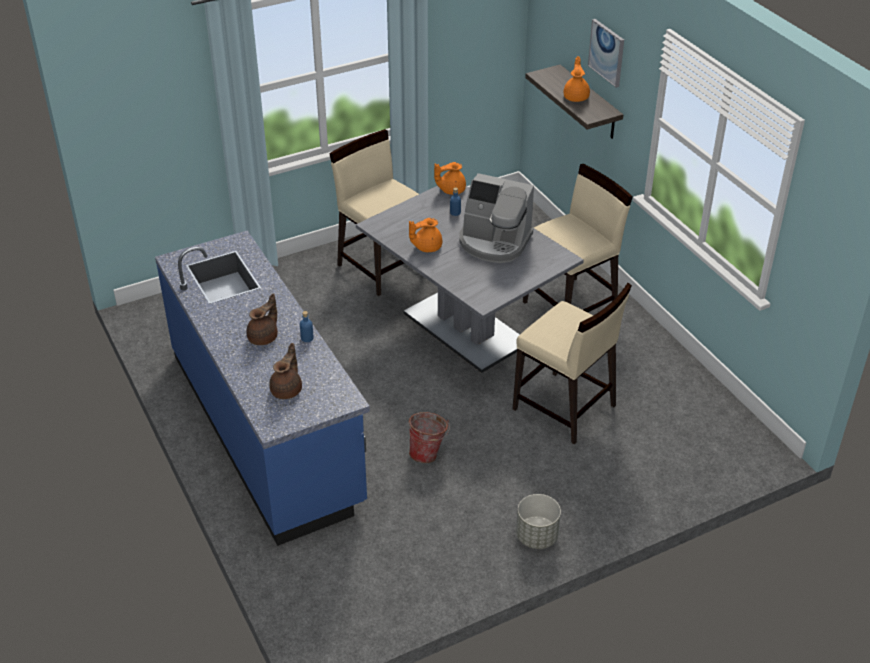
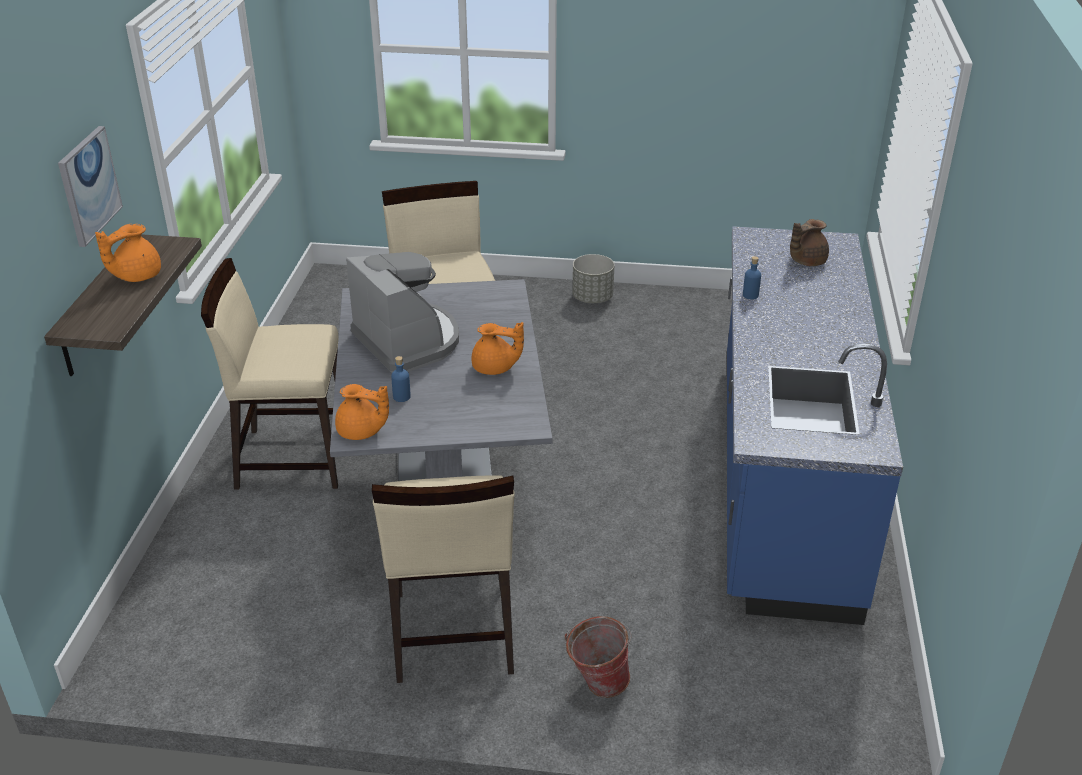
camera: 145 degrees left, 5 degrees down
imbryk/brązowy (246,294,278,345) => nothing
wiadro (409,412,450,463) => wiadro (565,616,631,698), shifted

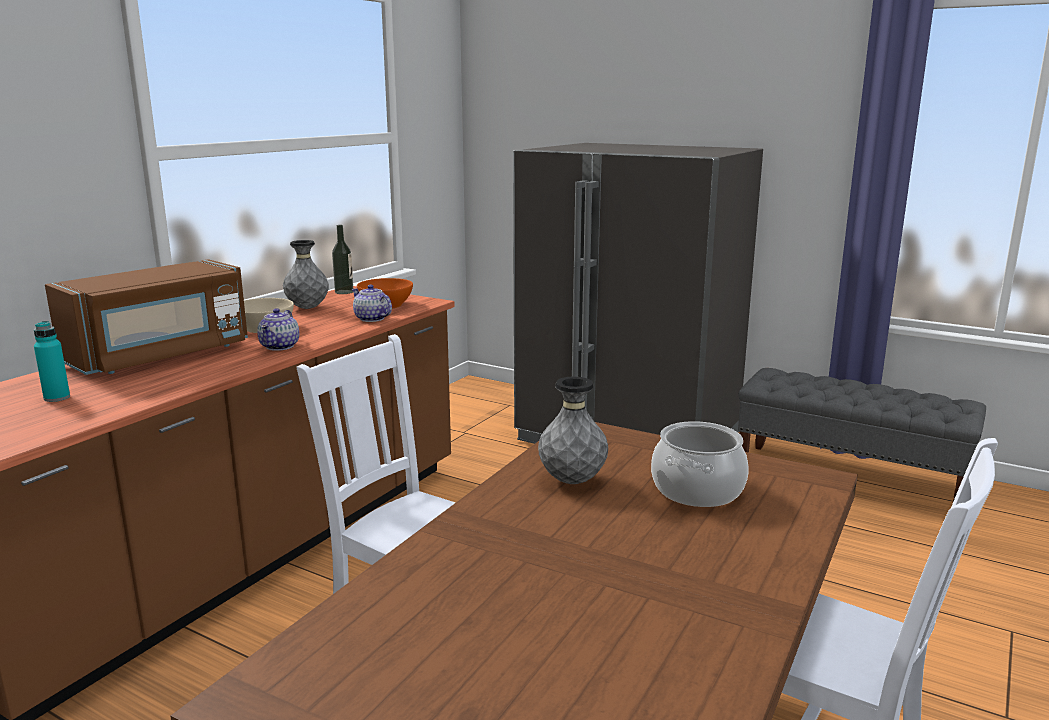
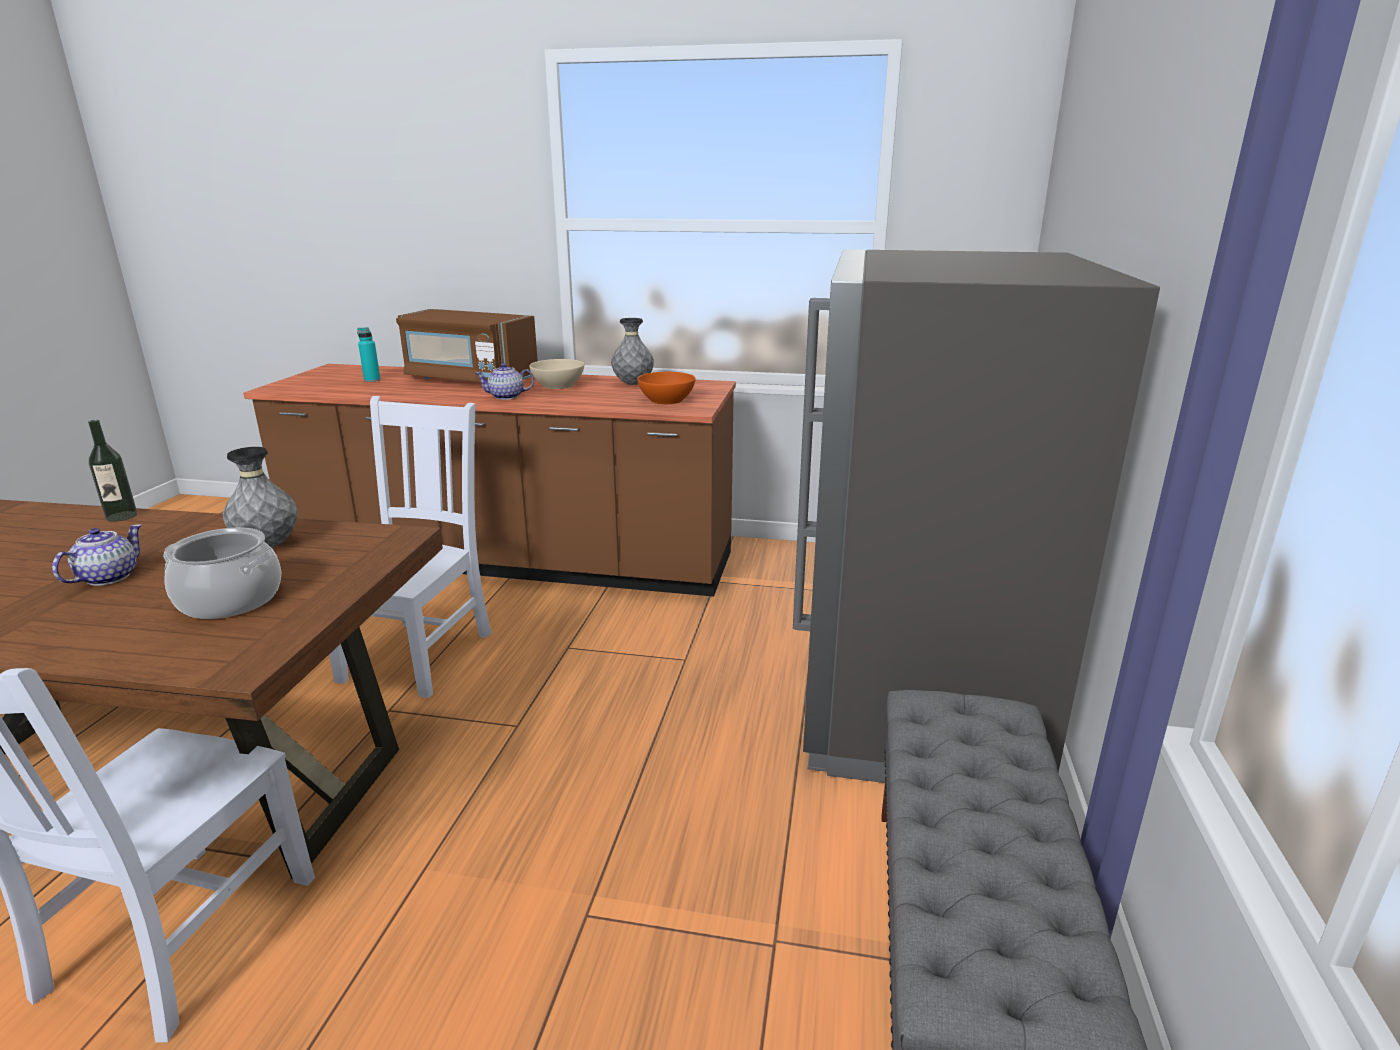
camera: 70 degrees right, 5 degrees up
butelka (332,225,353,294) => butelka (88,420,137,522), shifted
imbryk (352,285,392,322) => imbryk (52,524,142,586), shifted

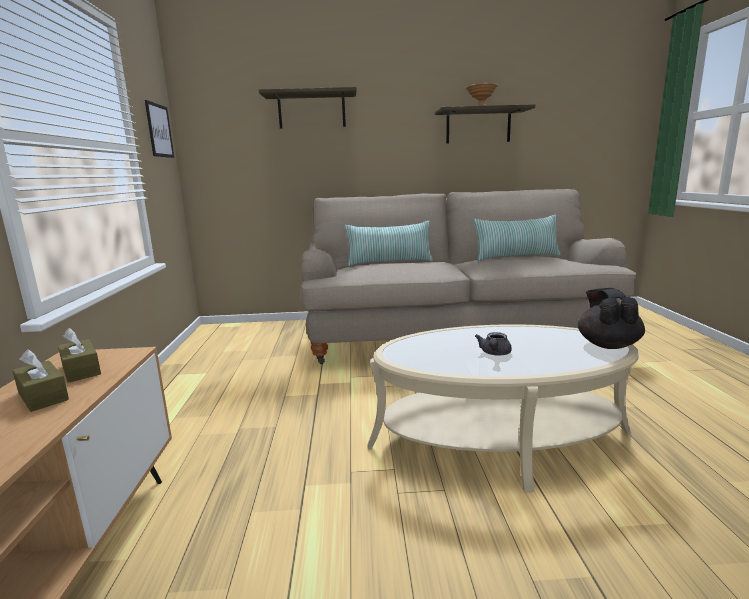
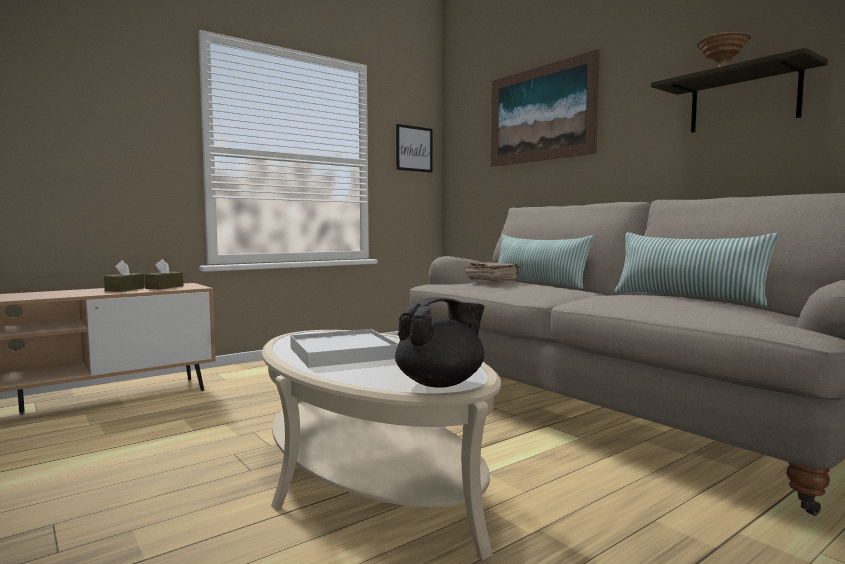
camera: 55 degrees right, 10 degrees down
półka (259,87,357,129) => obraz (491,49,600,167)
imbryk/szary (475,332,512,356) => taca/biały (290,329,398,368)
nothing => książka/brązowy (466,262,520,281)

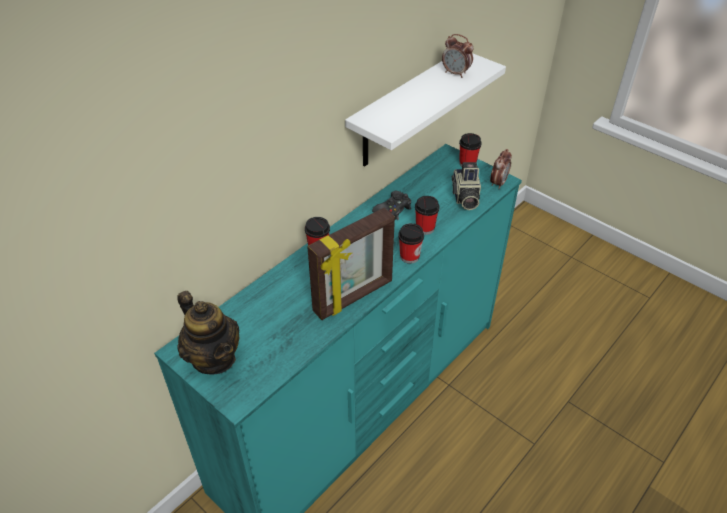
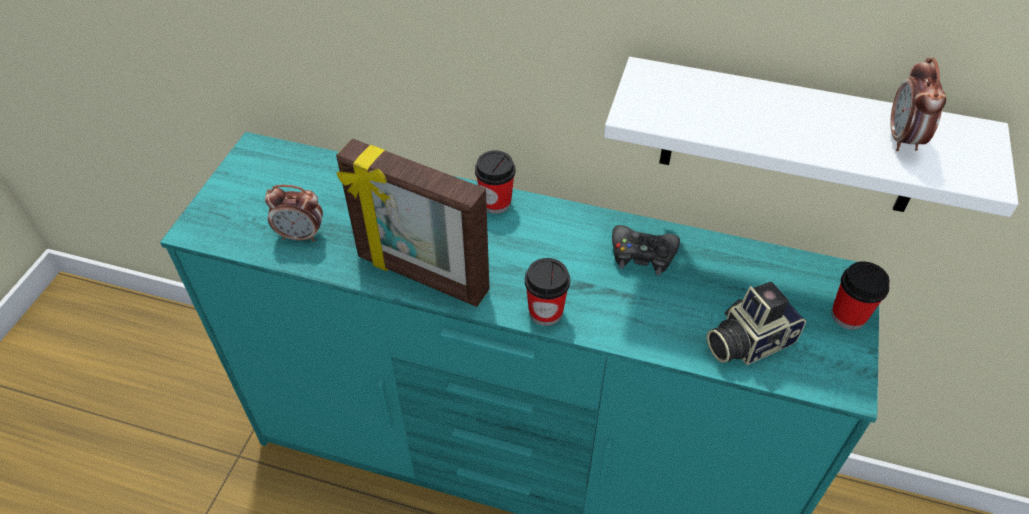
camera: 65 degrees right, 5 degrees up
budzik (490,149,512,189) => budzik (265,185,323,242), shifted
filiżanka (415,196,439,235) => nothing
imbryk (177,291,240,375) => nothing

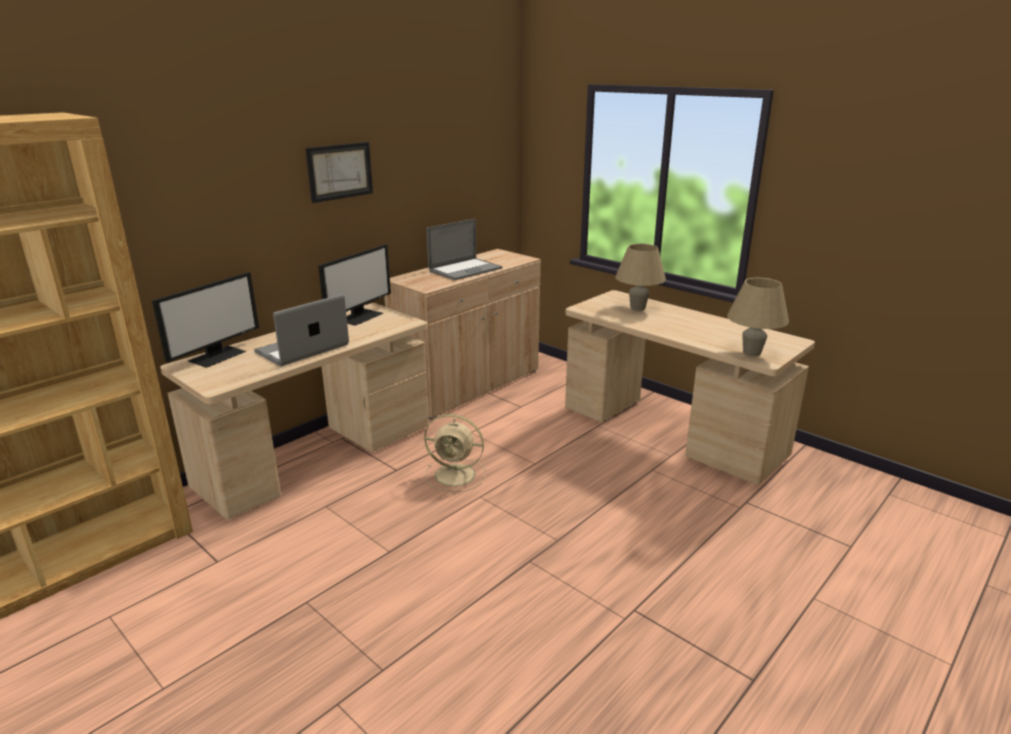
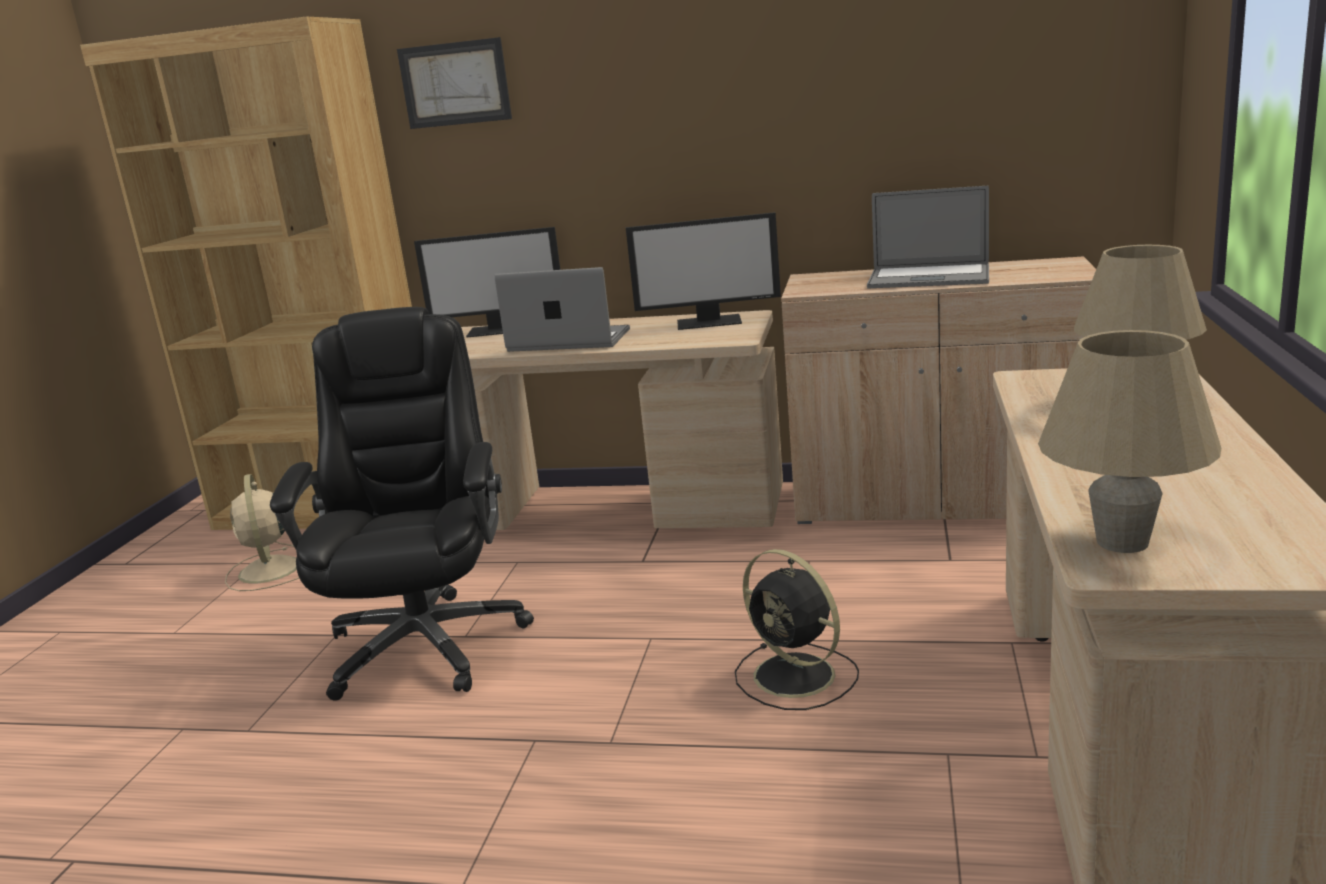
camera: 60 degrees right, 5 degrees down
obraz (305,142,373,203) => obraz (397,37,512,129), shifted
wentylator/beżowy (424,414,486,492) => wentylator/beżowy (225,474,299,591), shifted
nothing => krzesło biurowe/czarny (270,307,534,701)
nothing => wentylator/czarny (735,549,859,710)

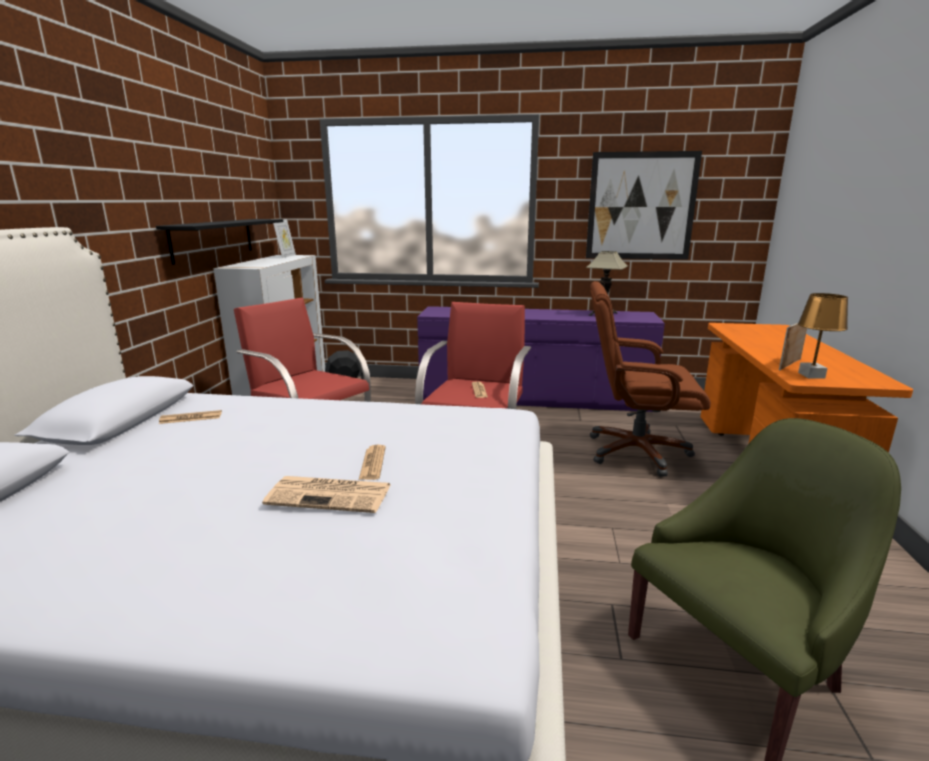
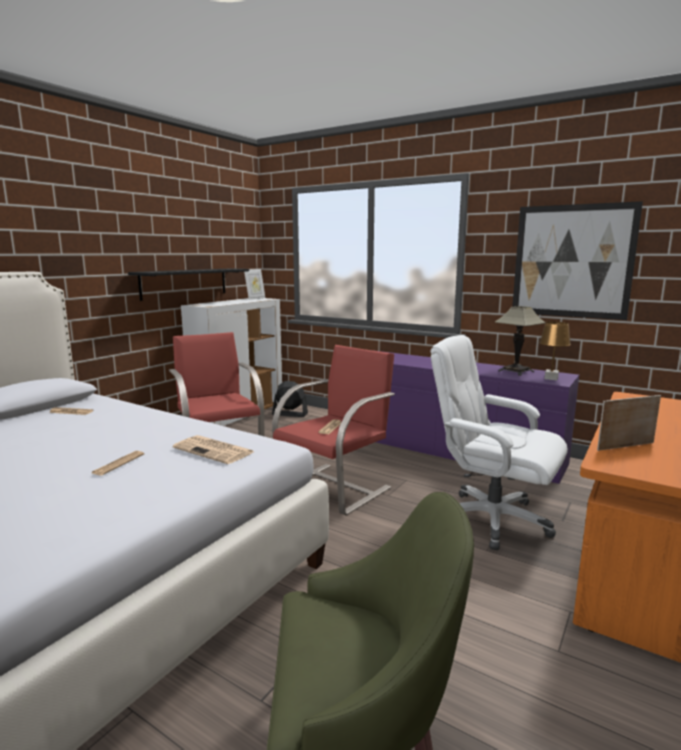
camera: 25 degrees right, 5 degrees down
krzesło biurowe/brązowy (590,281,711,477) => krzesło biurowe/biały (430,335,568,550)
lampa stołowa/brązowy (798,293,848,379) => lampa stołowa/brązowy (539,322,571,381), shifted
gazeta (262,476,391,513) => gazeta (173,435,253,464), shifted

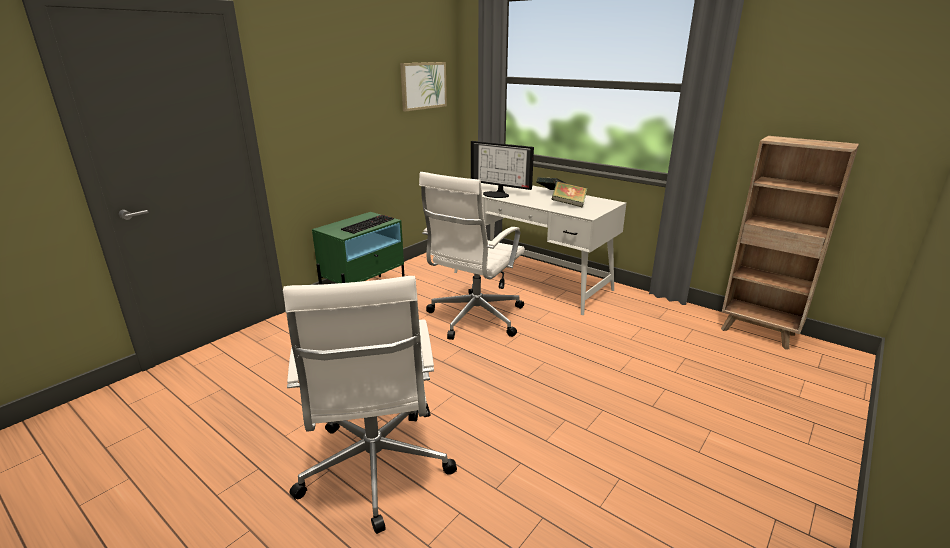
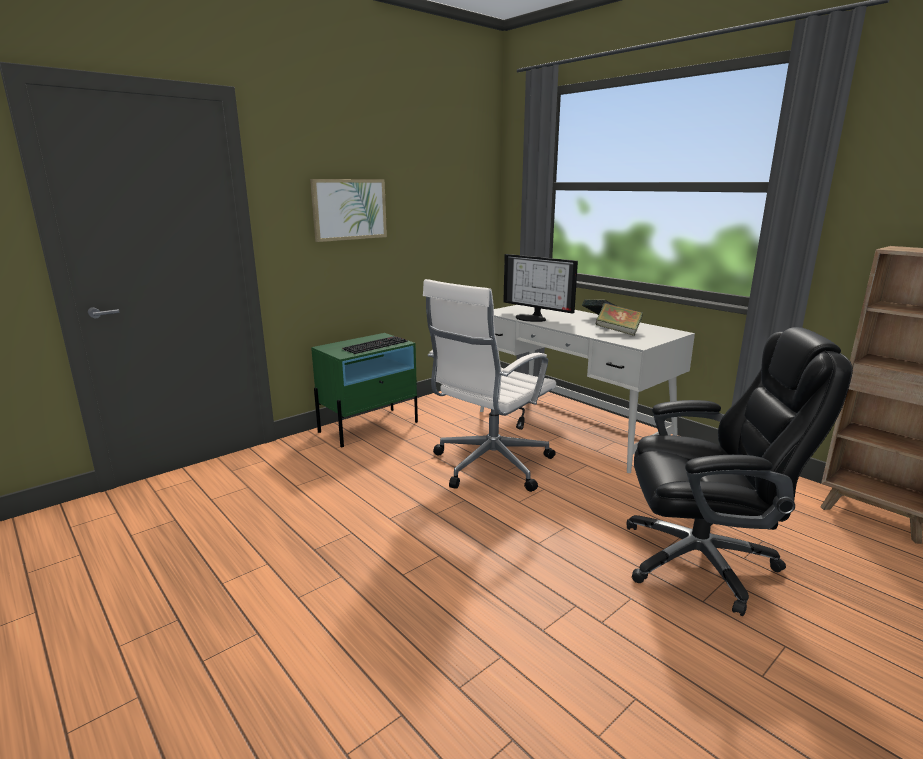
camera: 10 degrees right, 5 degrees down
obraz (400,62,447,111) => obraz (310,179,387,242), shifted
krzesło biurowe/biały (283,276,457,534) => nothing
nothing => krzesło biurowe/czarny (627,327,853,616)

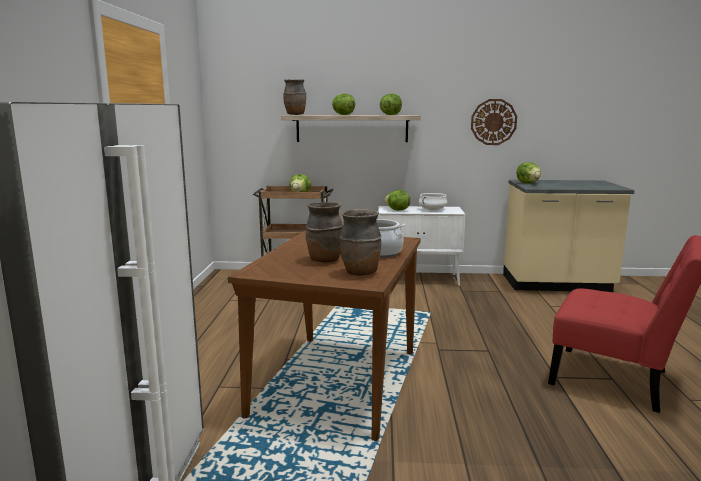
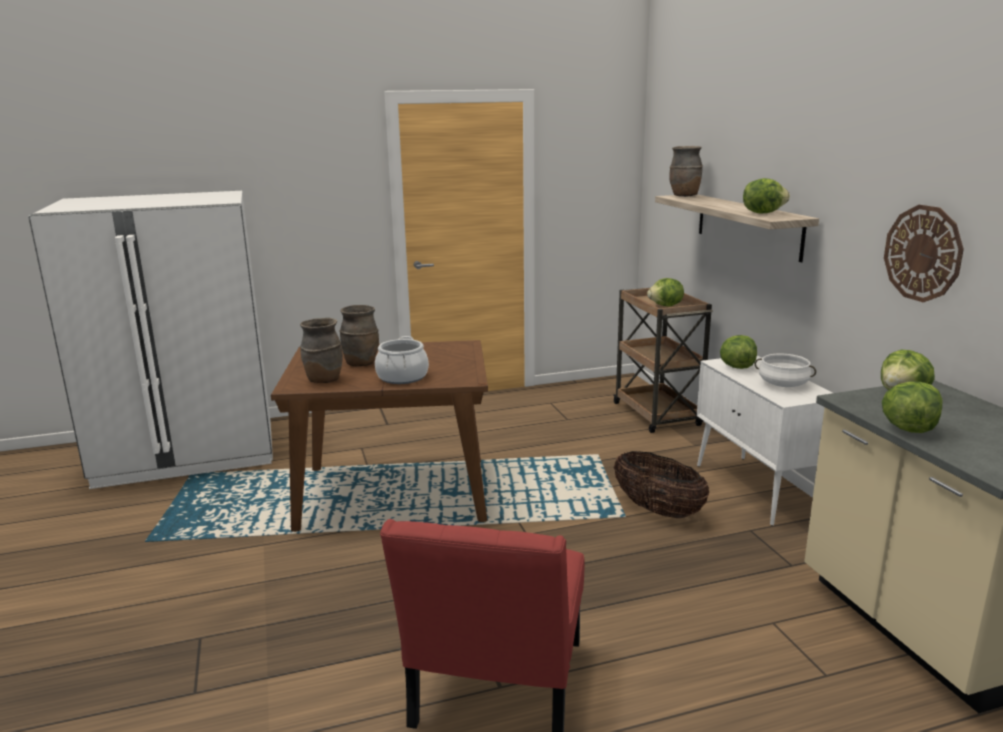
camera: 70 degrees right, 5 degrees up
sałata (332,94,355,115) => sałata (882,381,943,433), shifted
nothing => koszyk (614,451,709,518)

